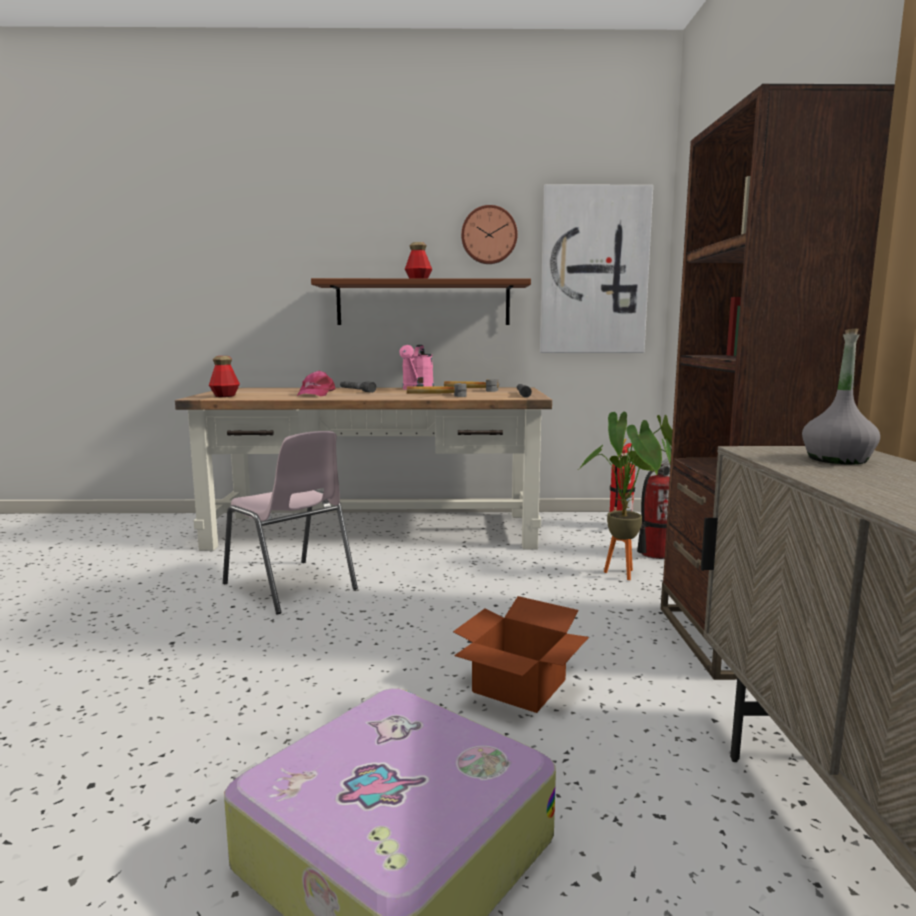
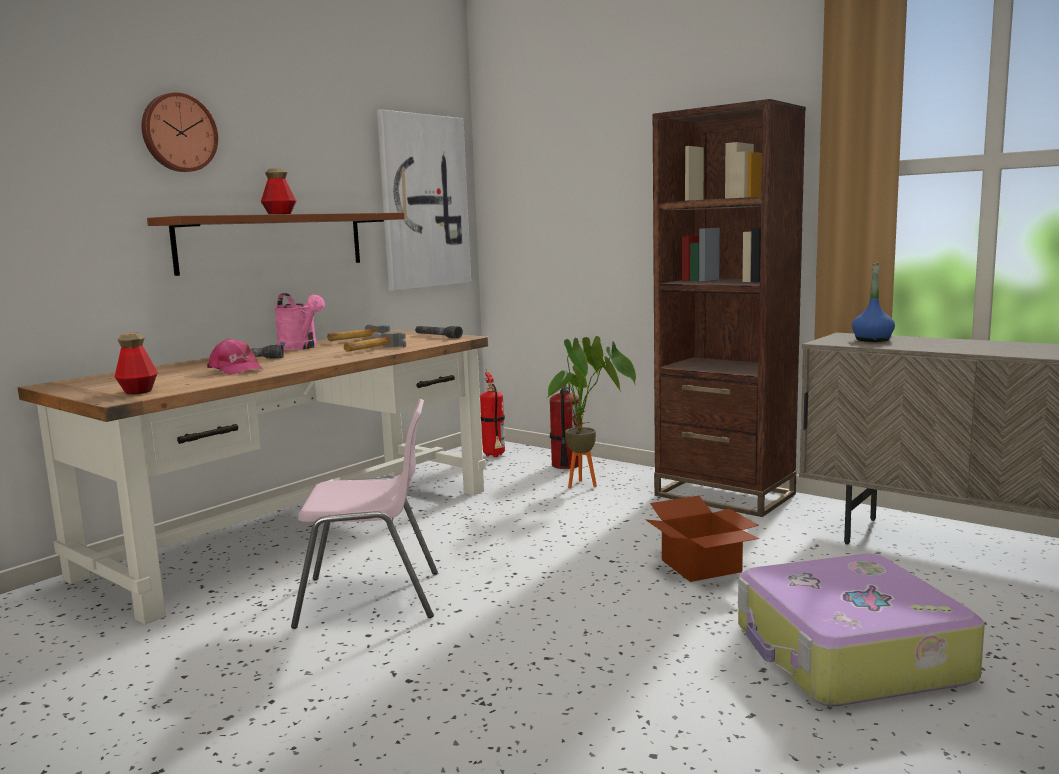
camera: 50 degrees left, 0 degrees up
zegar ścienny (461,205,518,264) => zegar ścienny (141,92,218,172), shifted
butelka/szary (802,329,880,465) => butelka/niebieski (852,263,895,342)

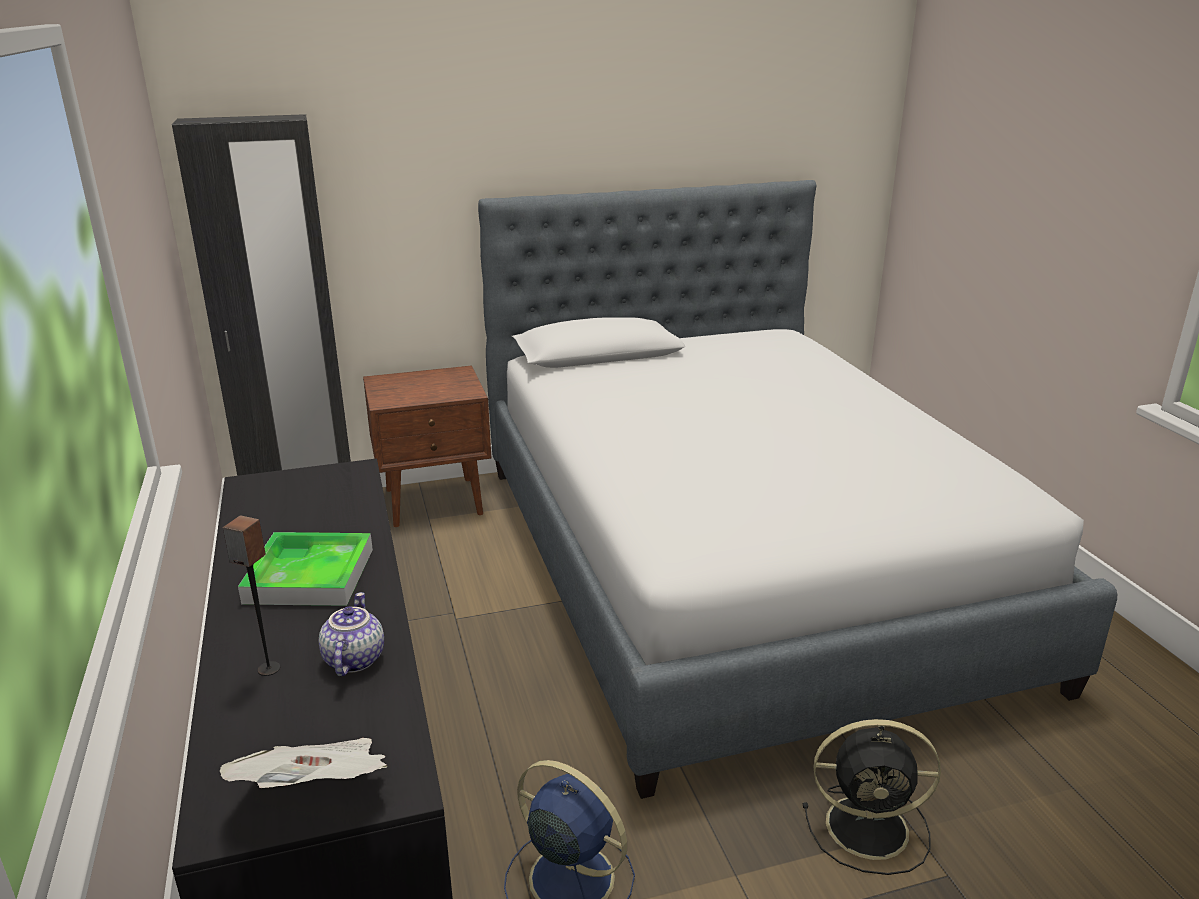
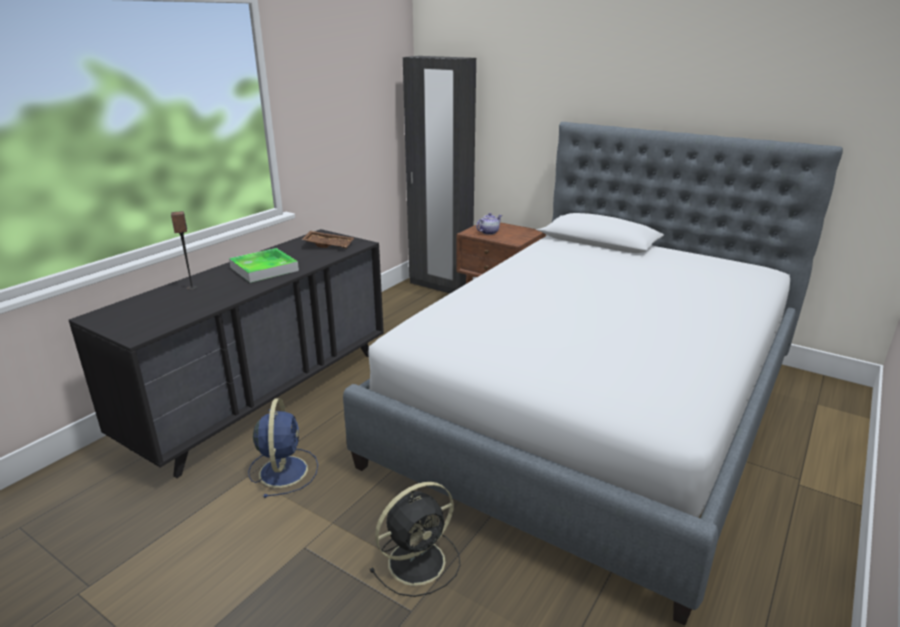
camera: 50 degrees right, 0 degrees up
imbryk (319,592,384,676) => imbryk (476,213,502,235), shifted
wentylator/czarny (803,719,941,875) => wentylator/czarny (370,482,461,597), 90 degrees counterclockwise
gazeta (220,738,388,788) => nothing
nothing => taca/brązowy (301,231,354,248)

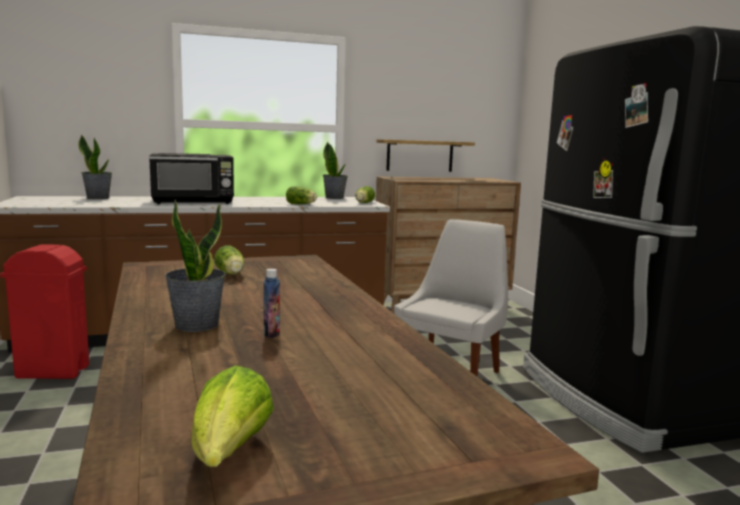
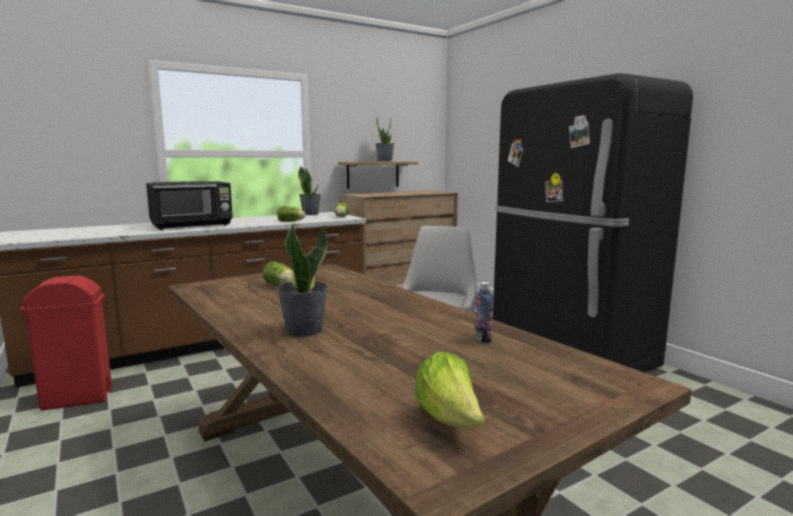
camera: 15 degrees left, 0 degrees up
roślina doniczkowa (79,135,112,199) => roślina doniczkowa (375,118,394,162), shifted
butelka (264,269,280,338) => butelka (475,282,493,343), shifted

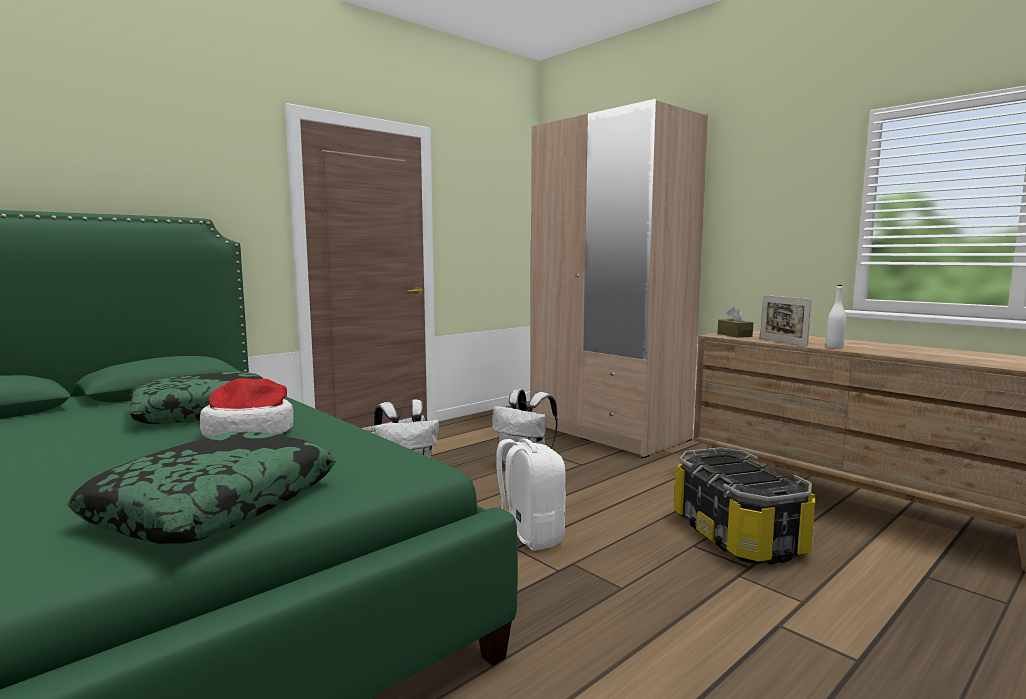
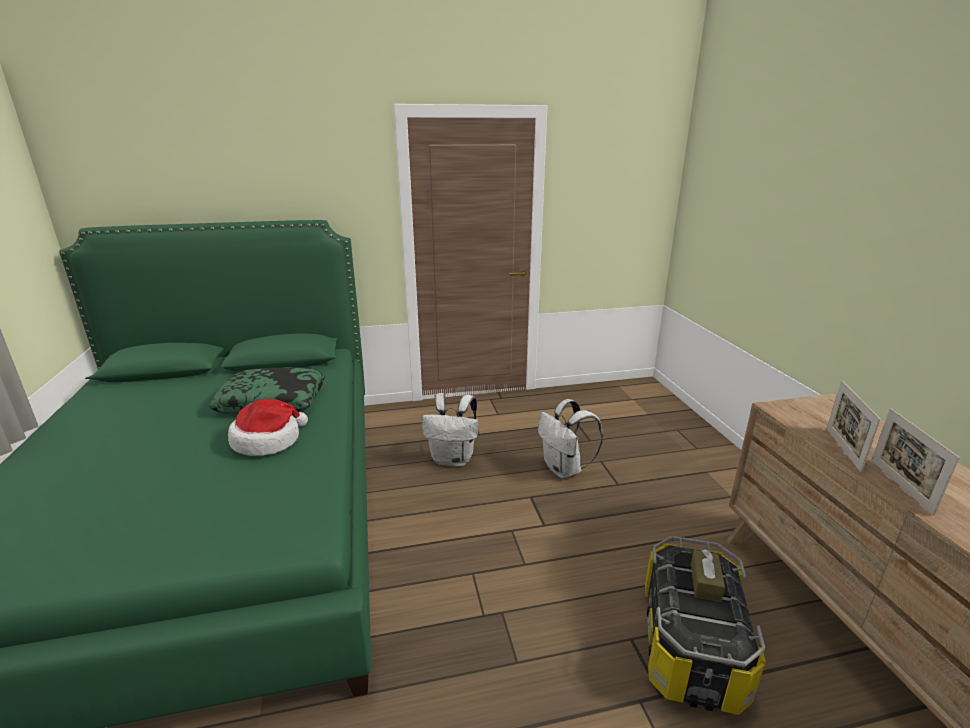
camera: 30 degrees right, 15 degrees up
szafa/beżowy (530,99,708,458) => nothing
butelka/biały (826,285,846,348) => ramka na zdjęcie (872,408,960,516)
pudełko chusteczek/brązowy (718,307,753,338) => pudełko chusteczek/brązowy (691,549,725,602), shifted
poduszka (66,432,336,544) => nothing
plecak/biały (496,439,566,551) => nothing

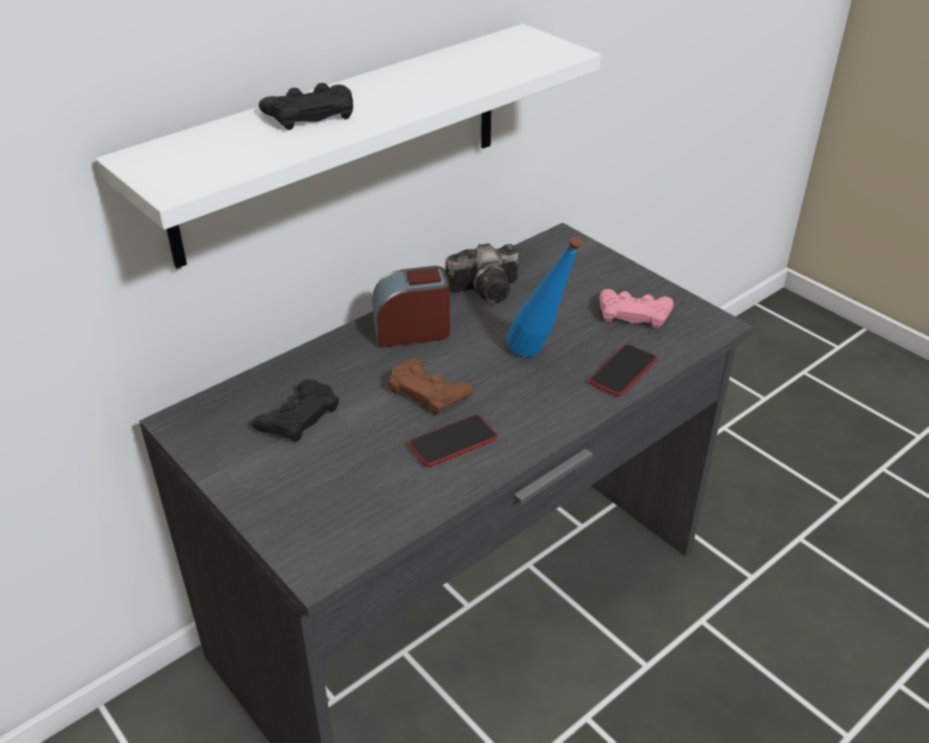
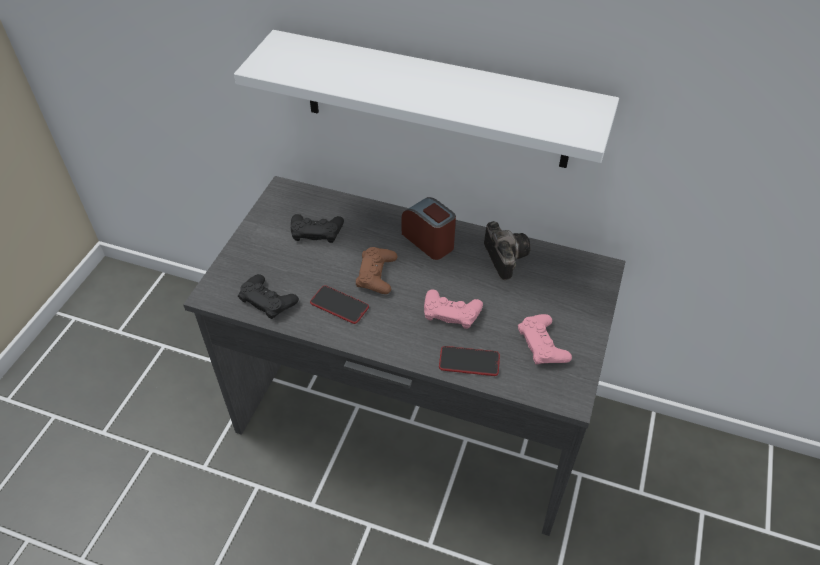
camera: 60 degrees right, 10 degrees up
pad do gier/czarny (259,83,353,130) => pad do gier/czarny (238,274,299,319), shifted
butelka/niebieski (506,237,582,357) => pad do gier/różowy (424,289,483,329)
aparat fotograficzny (446,243,519,303) => aparat fotograficzny (484,221,531,280), 150 degrees counterclockwise

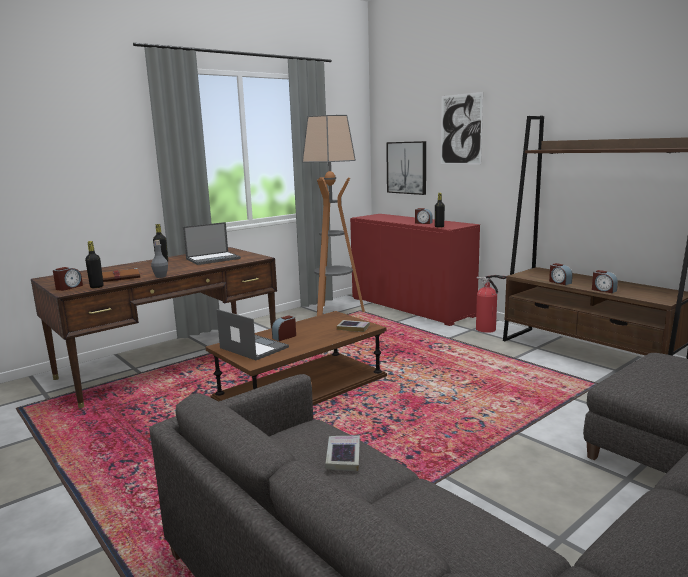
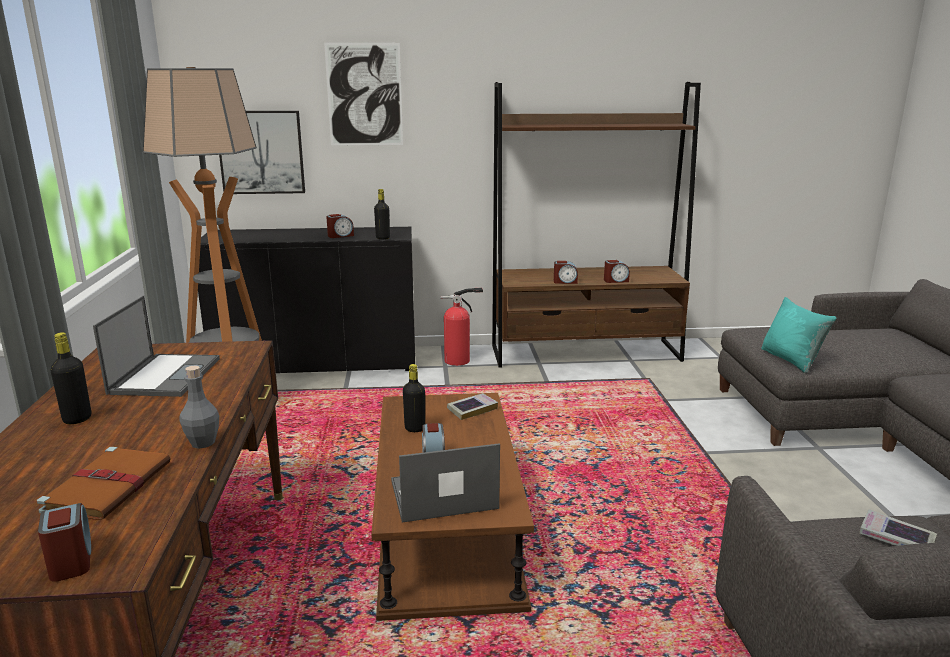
camera: 55 degrees left, 5 degrees up
szafka/czerwony (350,214,480,326) => szafka/czarny (198,227,415,373)
butelka/czarny (85,241,103,288) => butelka/czarny (403,364,425,432), shifted
nothing => poduszka/turkusowy (761,297,837,373)

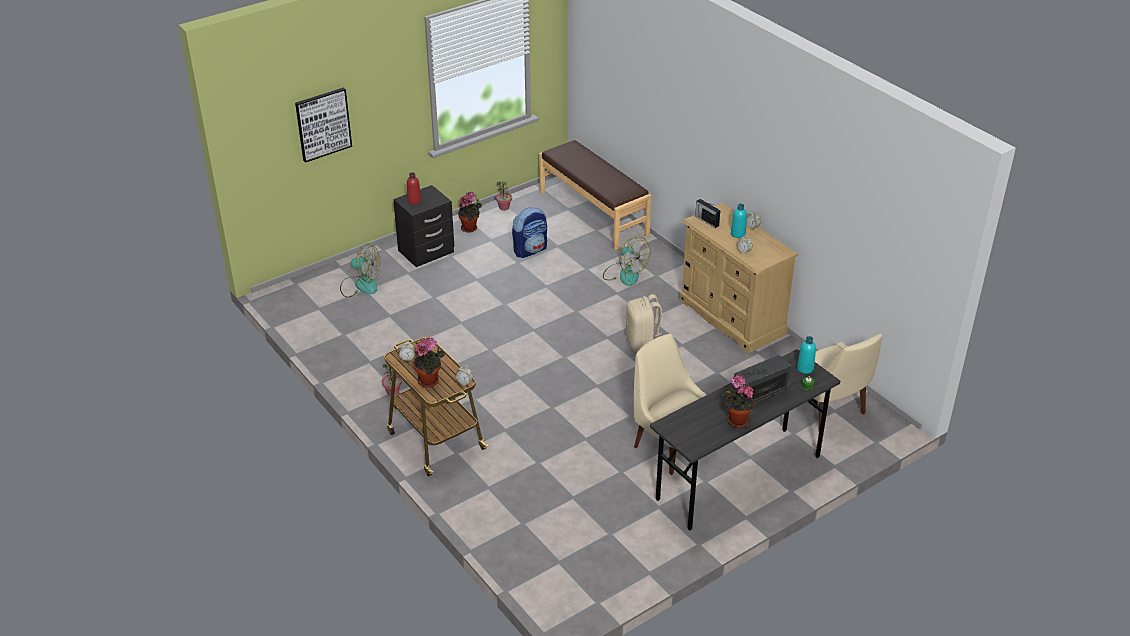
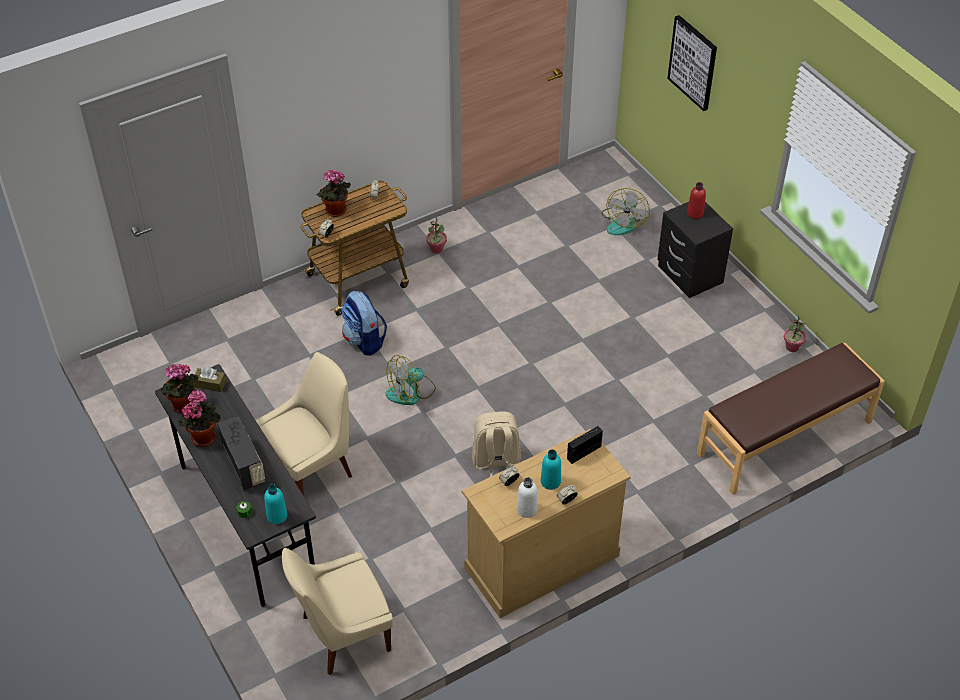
camera: 95 degrees right, 10 degrees up
roślina doniczkowa (458,192,482,233) => roślina doniczkowa (159,364,199,413), shifted
plecak (512,207,547,258) => plecak (341,291,387,356), shifted
wentylator (603,237,651,286) => wentylator (385,355,436,405), shifted
nothing => pudełko chusteczek/brązowy (194,367,226,392)
nothing => butelka/biały (517,477,538,518)

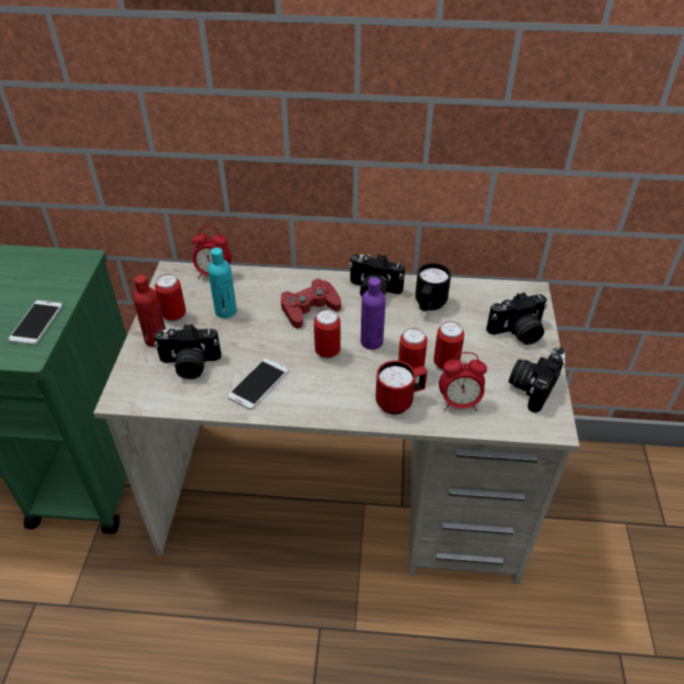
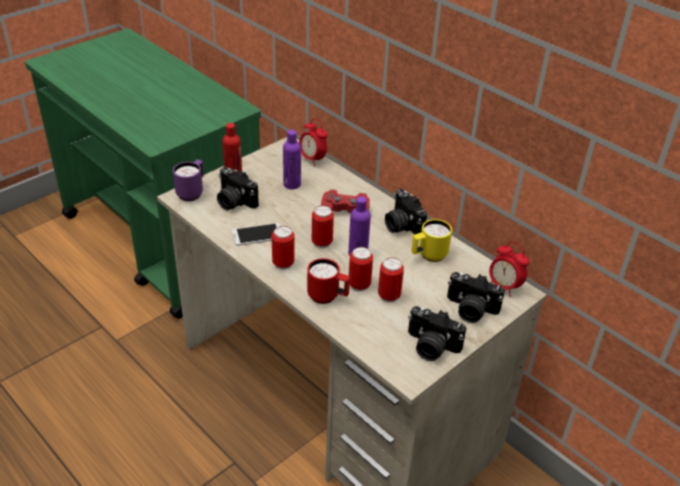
camera: 40 degrees right, 5 degrees down
butelka/turkusowy (208,248,237,318) => butelka/fioletowy (283,130,301,189)
kubek/czarny (415,263,451,311) => kubek/żółty (412,219,452,262)
puszka (155,274,186,322) => puszka (272,226,294,270), shifted
telefon (8,300,62,345) => nothing
aparat fotograficzny (509,347,566,413) => aparat fotograficzny (408,306,466,361), 135 degrees counterclockwise
budzik (439,352,487,411) => budzik (489,241,529,297), shifted
nothing => kubek/fioletowy (173,160,204,201)

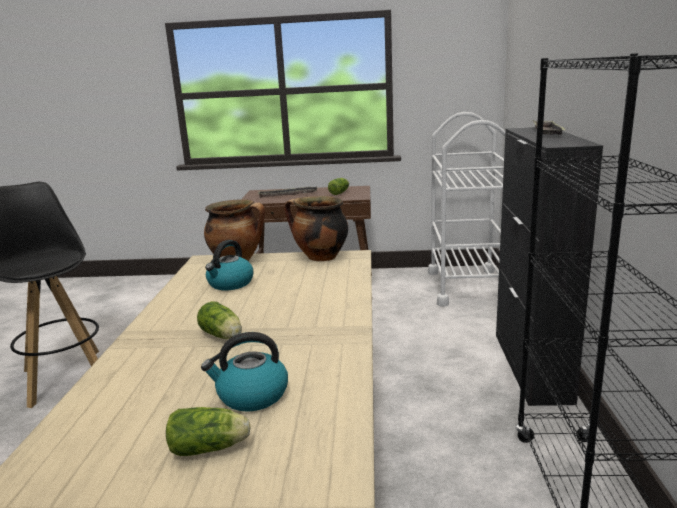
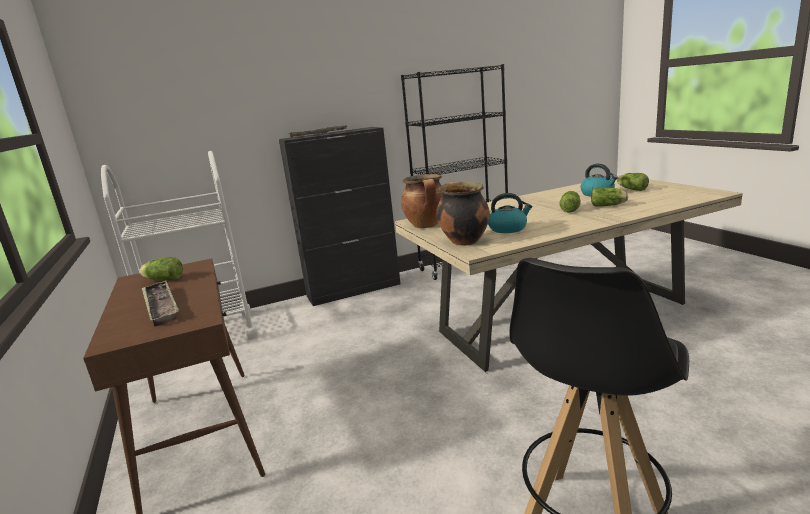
camera: 115 degrees left, 0 degrees up
nothing => sałata (591,187,628,207)

